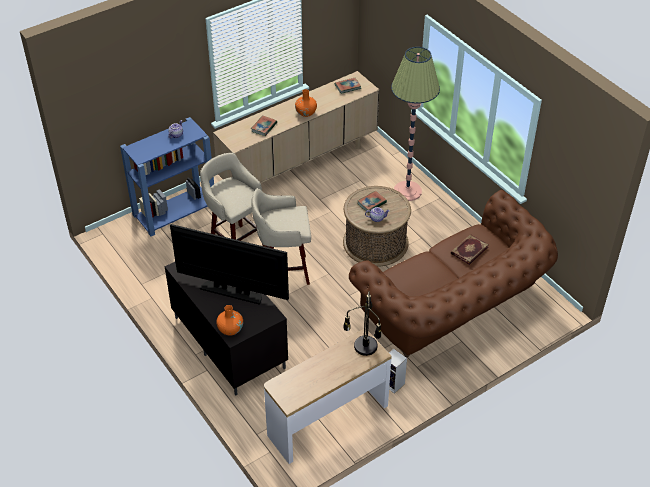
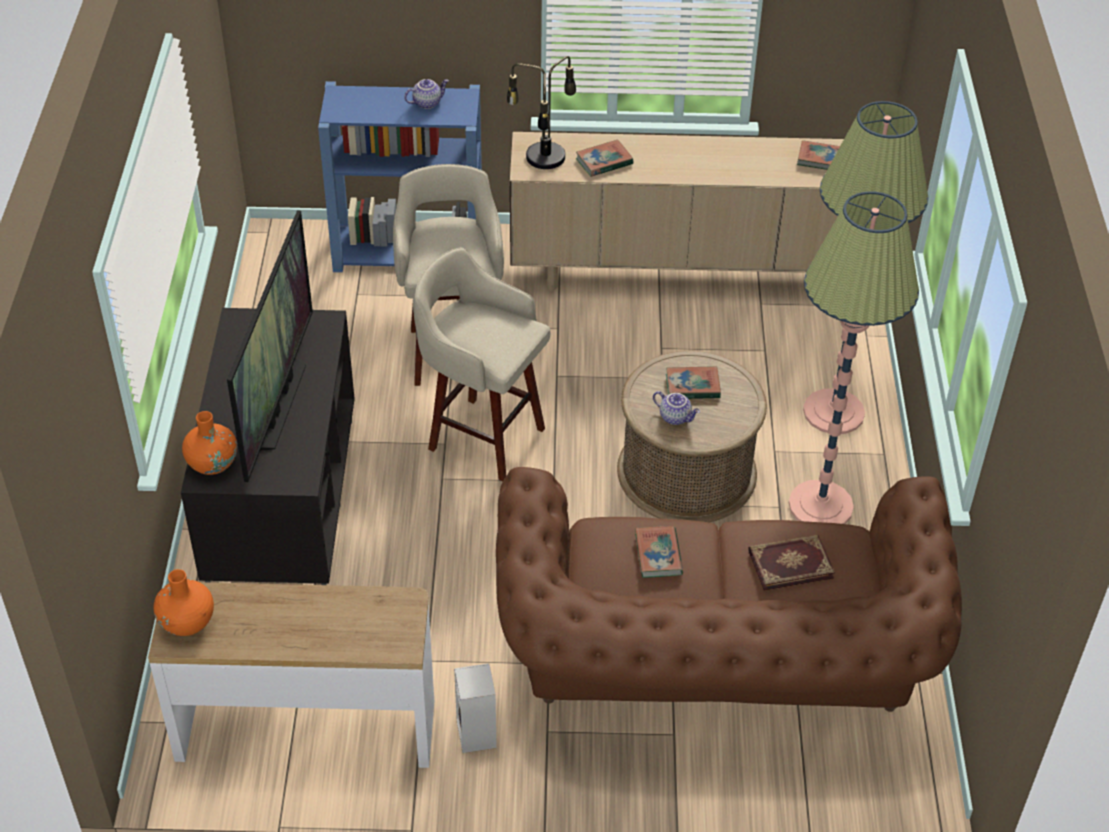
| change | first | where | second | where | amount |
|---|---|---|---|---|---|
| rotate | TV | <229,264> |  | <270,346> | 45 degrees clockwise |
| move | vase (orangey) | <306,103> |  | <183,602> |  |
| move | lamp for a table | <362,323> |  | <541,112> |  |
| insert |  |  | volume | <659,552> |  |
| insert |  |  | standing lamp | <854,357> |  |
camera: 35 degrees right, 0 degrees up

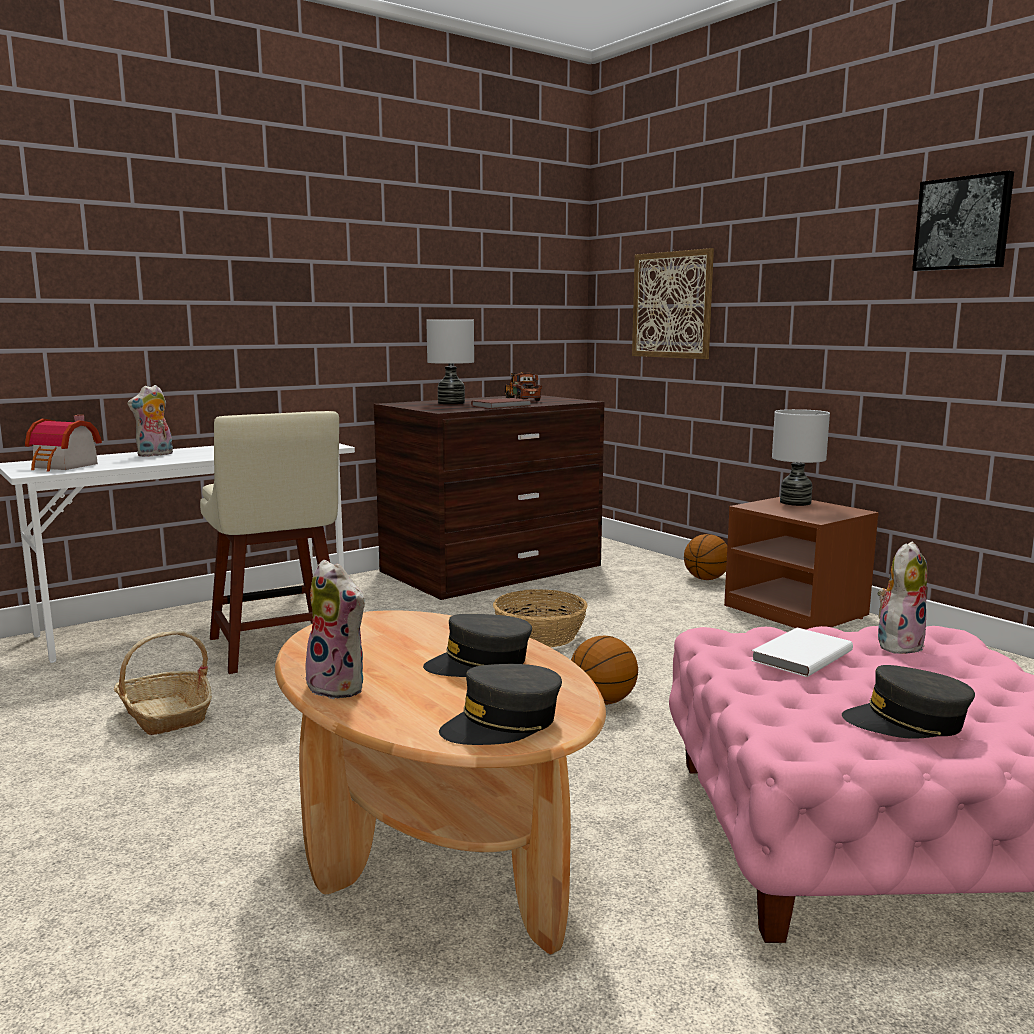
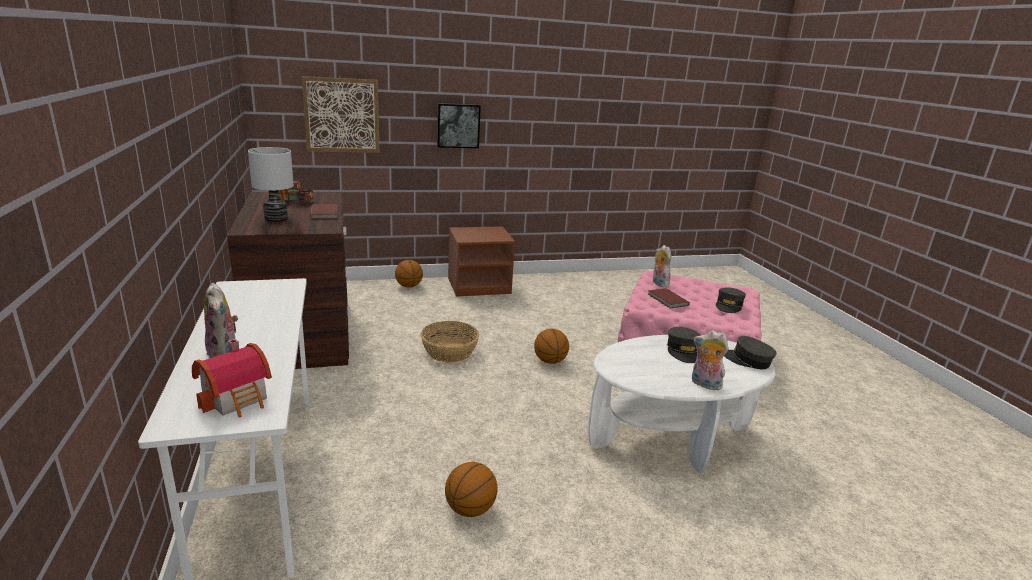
| change | first | where | second | where | amount |
|---|---|---|---|---|---|
| replace | basket | <163,683> | basketball ball | <471,489> |  |
| delete | sitting stool (beige) | <269,542> |  |  |  |
| recolor | coffee table (brown) | <440,782> | coffee table (whitish) | <682,404> |  |
| rotate | cuddly toy | <333,629> |  | <710,360> | 120 degrees counterclockwise |
| rotate | cap (greyish) | <500,704> |  | <750,352> | 135 degrees clockwise |
| recolor | volume (whitish) | <802,652> | volume (brown) | <669,298> |  |
| delete | lamp for a table (greyish) | <801,457> |  |  |  |
| move | picture | <963,221> |  | <459,125> |  |
camera: 70 degrees left, 10 degrees up

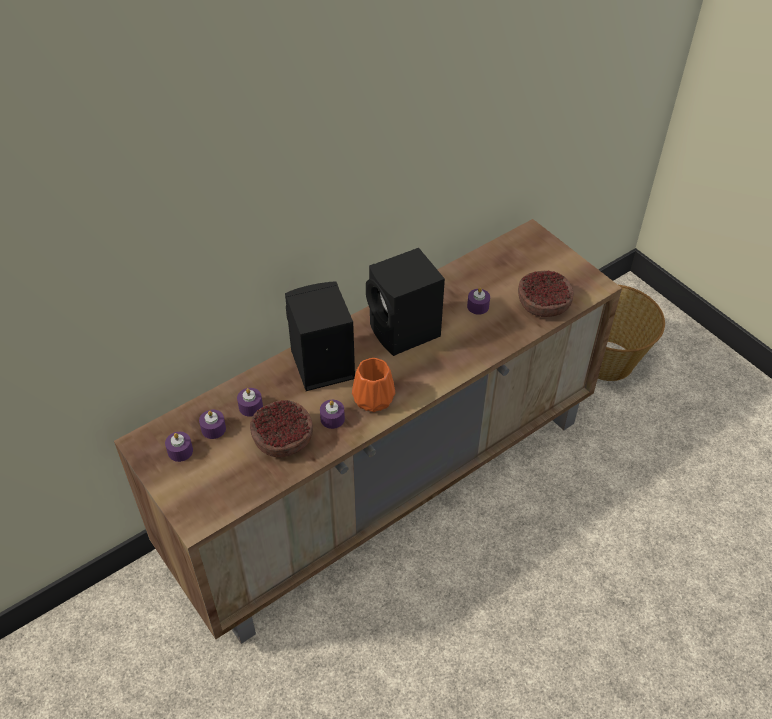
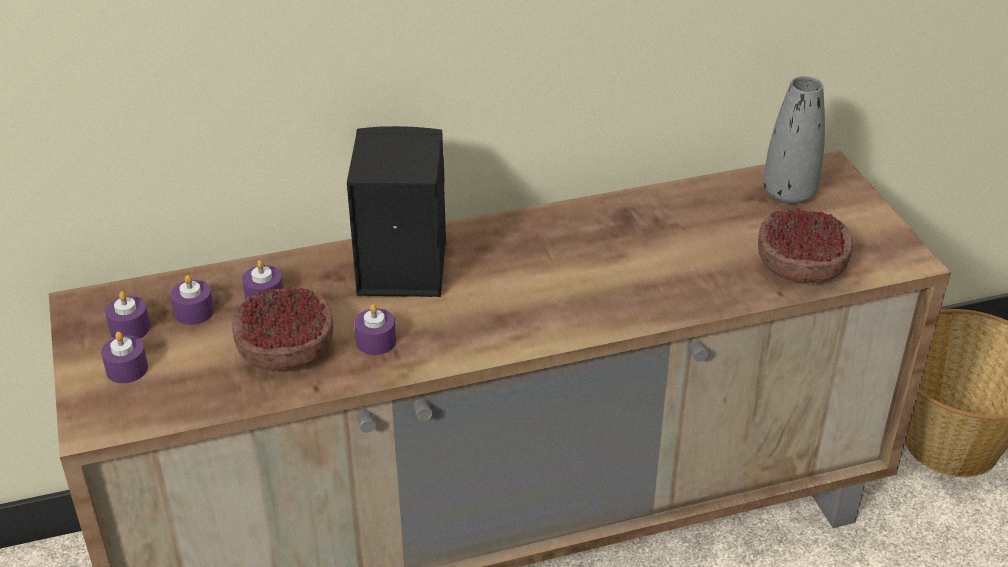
| change | first | where | second | where | amount |
|---|---|---|---|---|---|
| delete | vase (orangey) | <373,385> |  |  |  |
| delete | speaker (blackish) | <405,302> |  |  |  |
| move | wax candle (purple) | <478,301> |  | <124,357> |  |
| insert |  |  | vase (greyish) | <794,140> |  |
camera: 20 degrees right, 10 degrees down

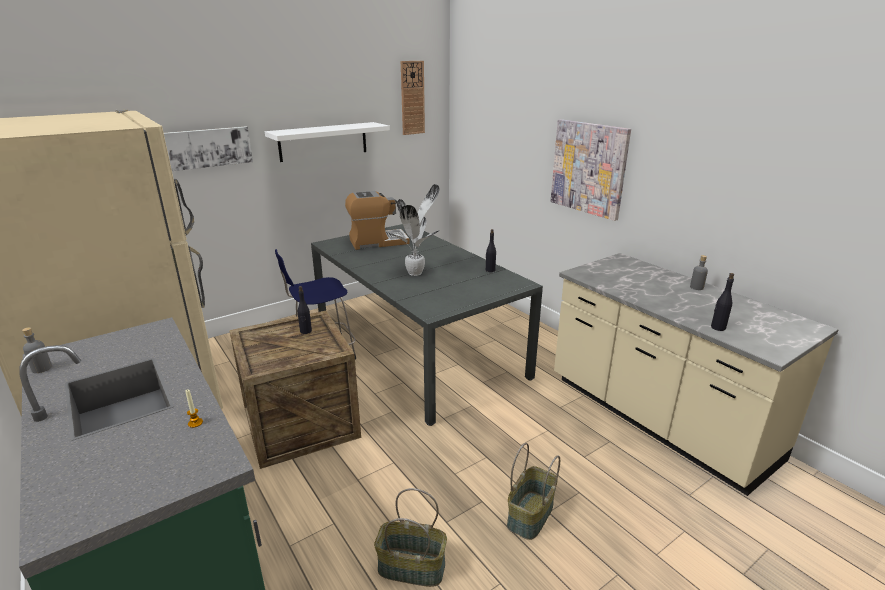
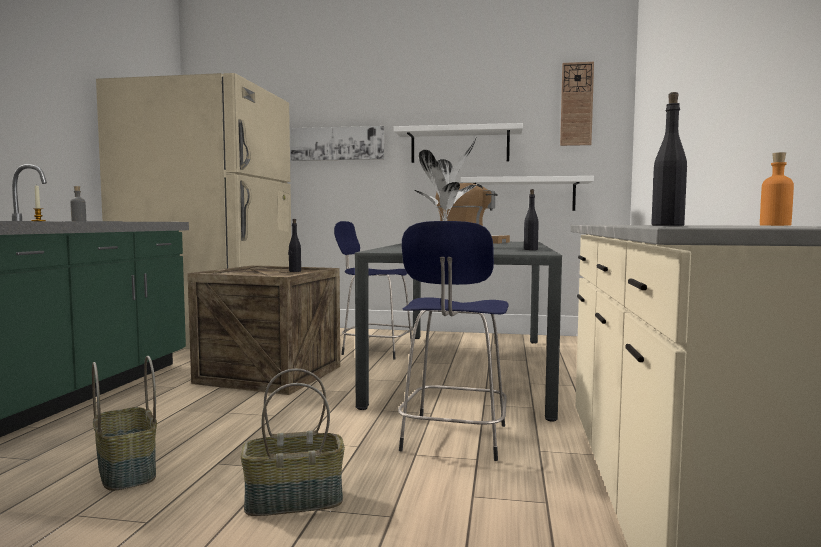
| change | first | where | second | where | amount |
|---|---|---|---|---|---|
| delete | picture | <591,170> |  |  |  |
| recolor | drink bottle (greyish) | <699,272> | drink bottle (orangey) | <777,189> |  |
| insert |  |  | sitting stool (blue-coloured) | <453,341> |  |
| insert |  |  | bracket shelf (whitish) | <527,193> |  |
camera: 45 degrees right, 20 degrees down

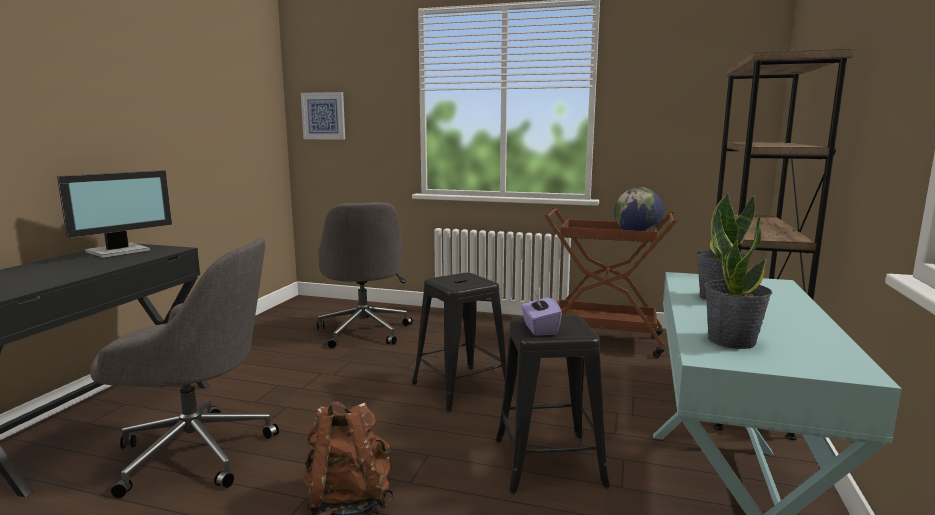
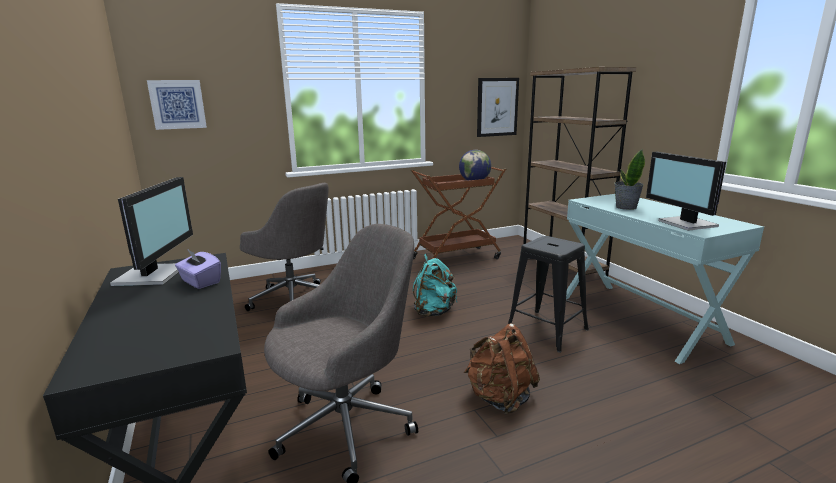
| change | first | where | second | where | amount |
|---|---|---|---|---|---|
| replace | sitting stool (blackish) | <459,343> | backpack (blue-green) | <435,285> |  |
| move | tissue holder (purple) | <541,313> |  | <198,269> |  |
| replace | potted plant | <738,277> | computer screen | <686,191> |  |
| insert |  |  | picture | <498,107> |  |
camera: 40 degrees left, 5 degrees up

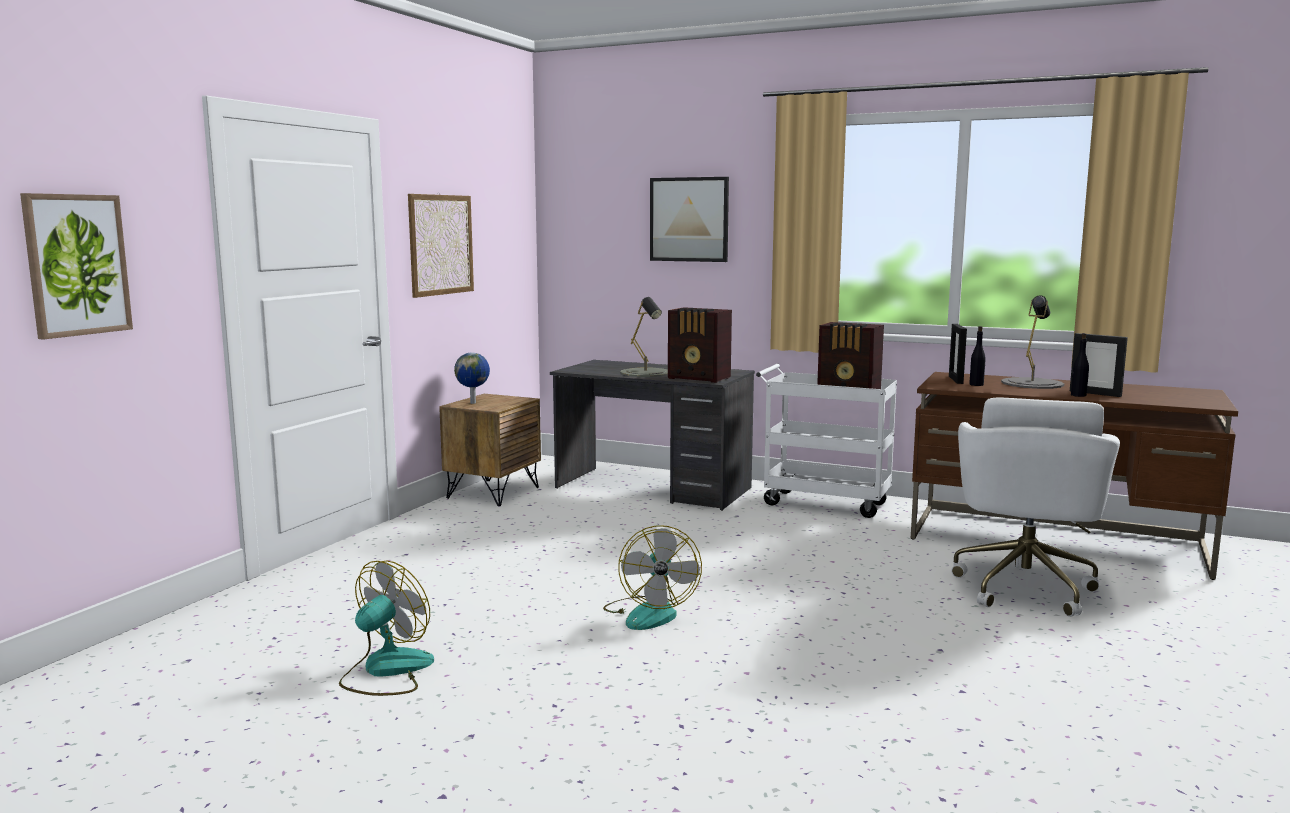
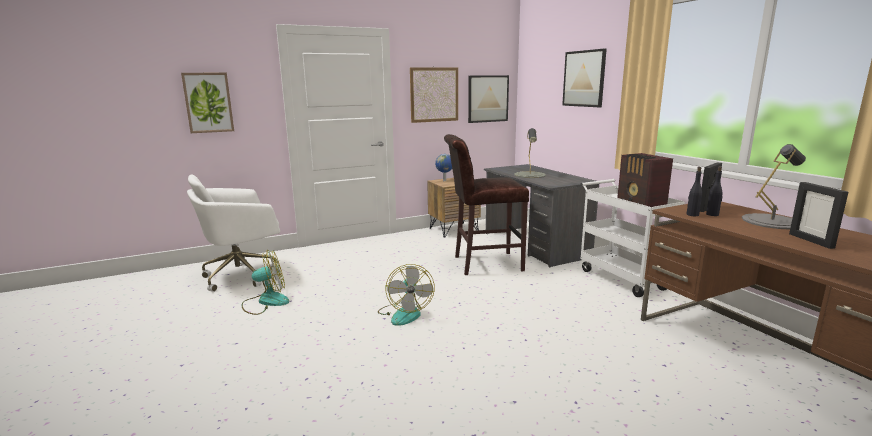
| change | first | where | second | where | amount |
|---|---|---|---|---|---|
| rotate | fan | <652,577> |  | <406,295> | 45 degrees counterclockwise |
| delete | radio set | <700,345> |  |  |  |
| move | desk chair (whitish) | <1035,507> |  | <233,233> |  |
| move | drink bottle (blackish) | <1080,365> |  | <694,191> |  |
| insert |  |  | sitting stool (brown) | <486,204> |  |
| insert |  |  | picture | <488,99> |  |
camera: 40 degrees right, 5 degrees up

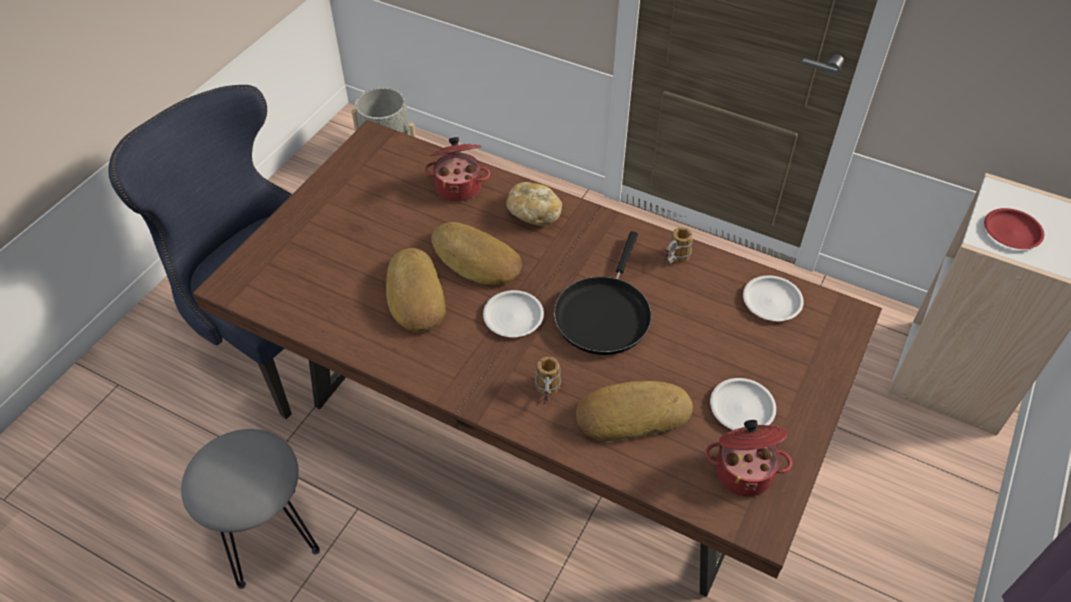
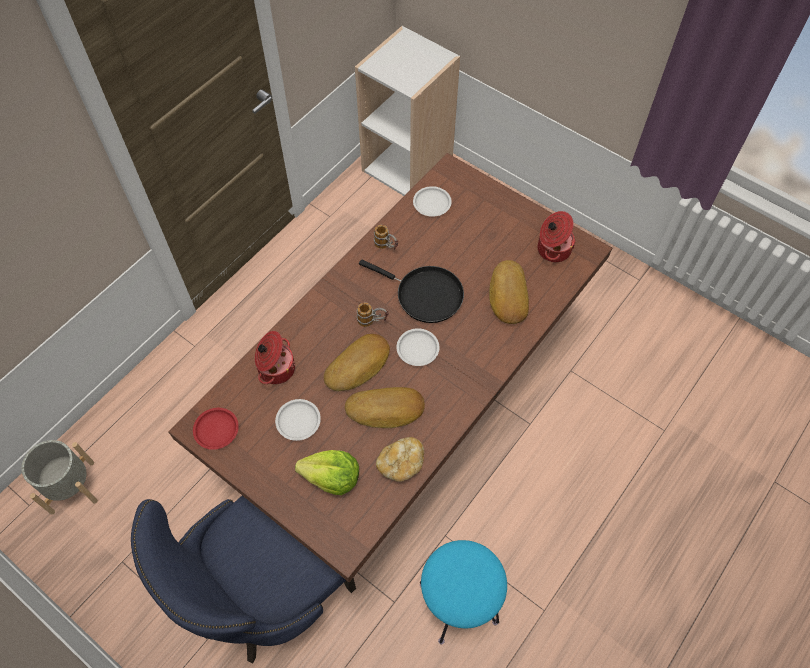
| change | first | where | second | where | amount |
|---|---|---|---|---|---|
| recolor | sitting stool (greyish) | <250,509> | sitting stool (blue-green) | <463,592> |  |
| move | bread | <534,204> |  | <400,459> |  |
| move | mug | <548,381> |  | <373,314> |  |
| move | plate (whitish) | <743,404> |  | <298,420> |  |
| move | plate (red) | <1014,228> |  | <216,429> |  |
| insert |  |  | lettuce | <327,472> |  |
camera: 80 degrees left, 10 degrees up

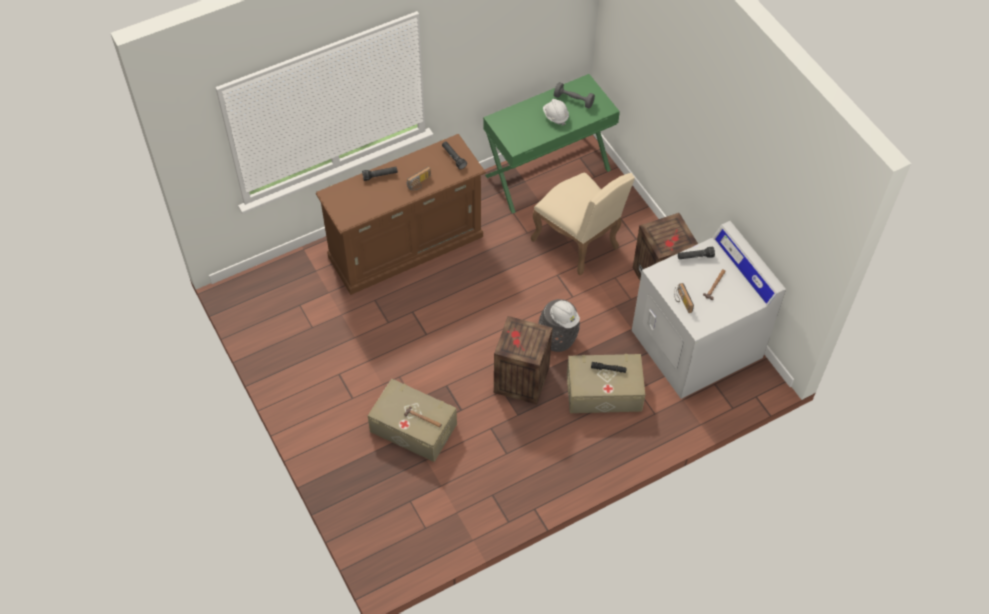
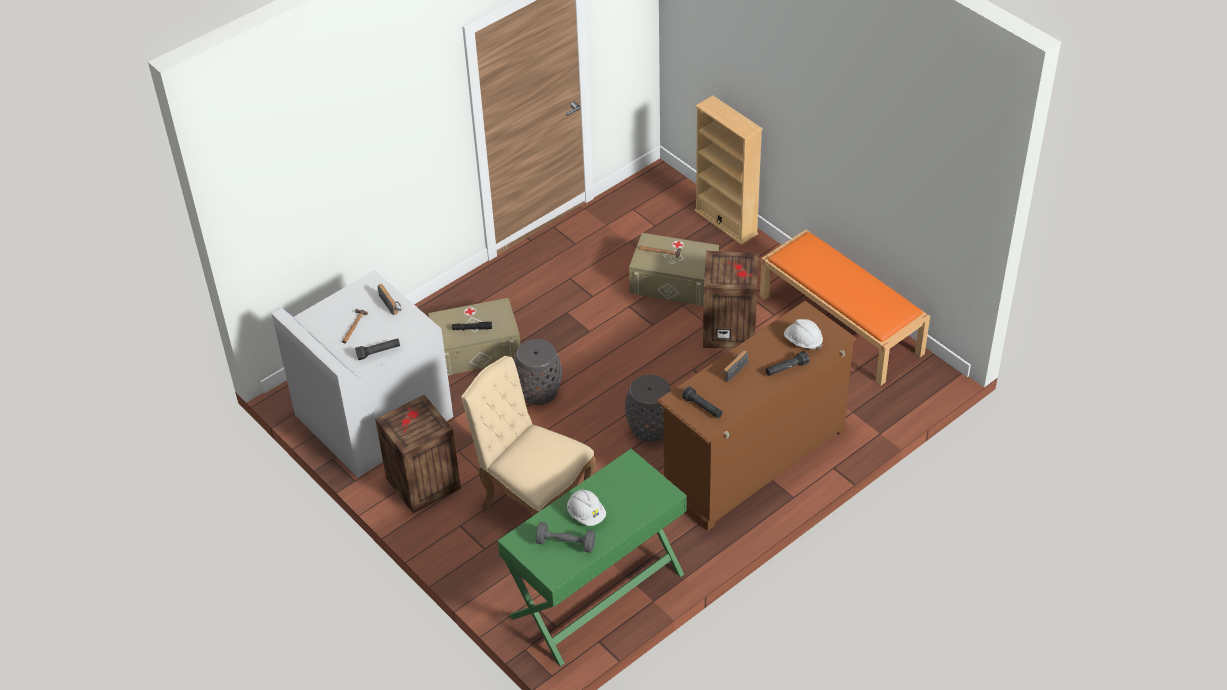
| change | first | where | second | where | amount |
|---|---|---|---|---|---|
| move | packing crate | <523,360> |  | <731,300> |  |
| move | work helmet (whitish) | <565,314> |  | <803,334> |  |
| insert |  |  | sitting stool (greyish) | <648,408> |  |
| insert |  |  | bookcase (beige) | <728,170> |  |
| insert |  |  | bench (orangey) | <845,308> |  |
camera: 170 degrees right, 10 degrees down

